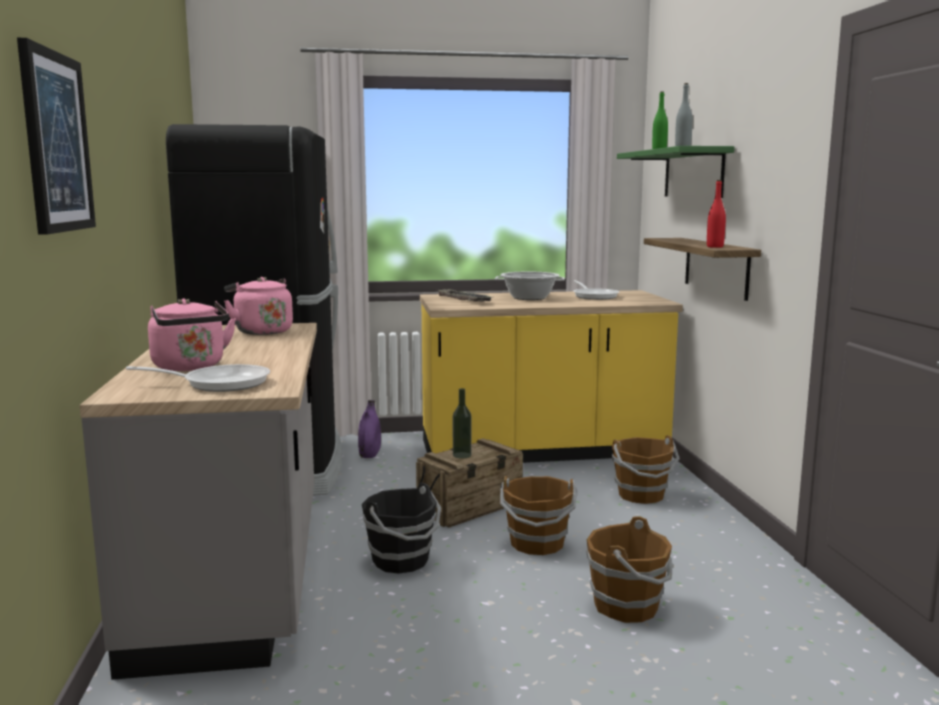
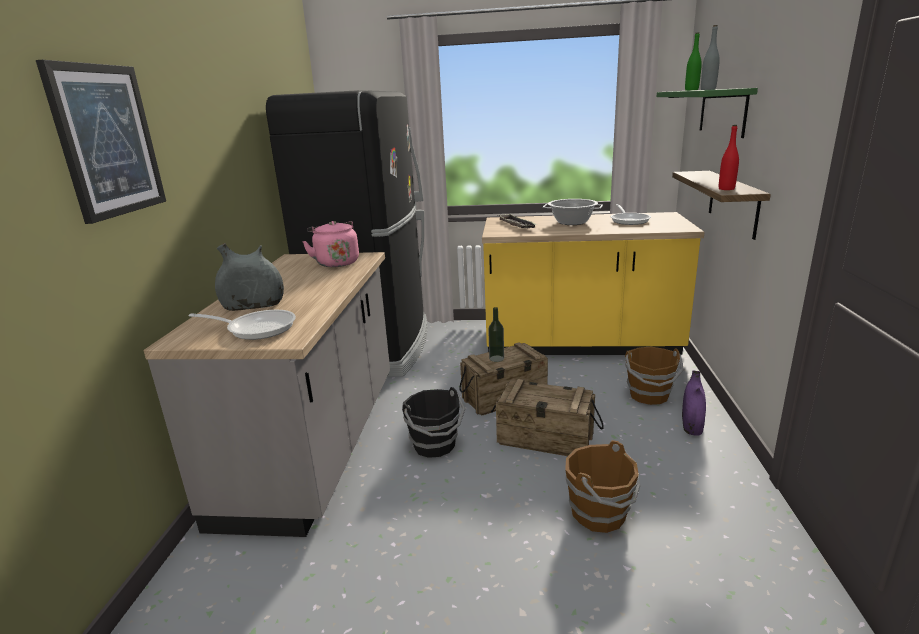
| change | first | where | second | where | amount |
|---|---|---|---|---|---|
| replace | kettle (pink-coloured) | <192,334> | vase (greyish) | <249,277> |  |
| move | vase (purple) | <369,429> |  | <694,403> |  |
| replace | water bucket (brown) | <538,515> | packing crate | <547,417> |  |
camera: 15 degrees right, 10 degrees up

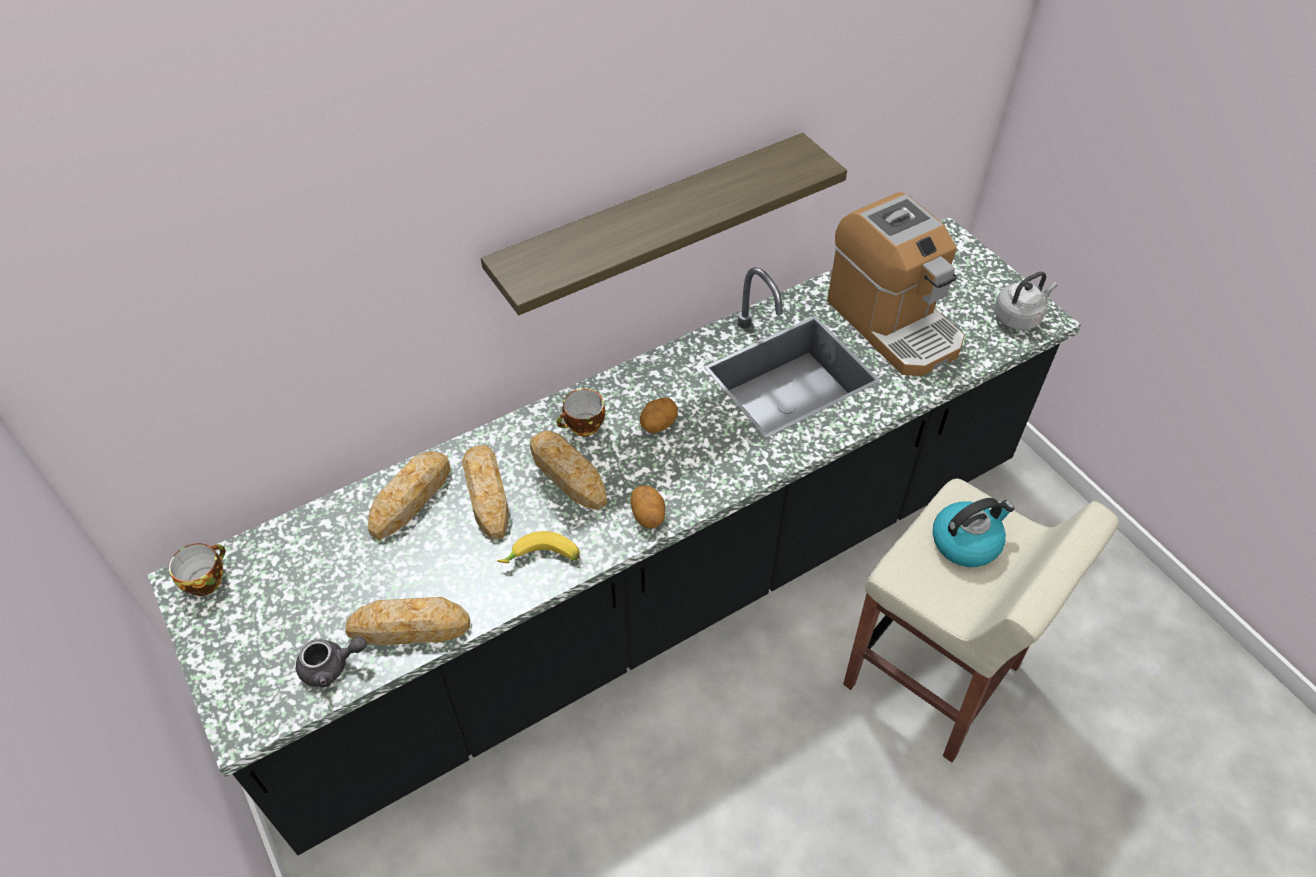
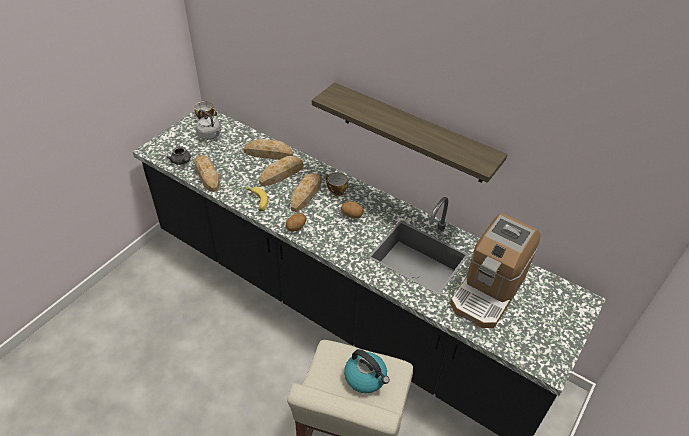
| change | first | where | second | where | amount |
|---|---|---|---|---|---|
| move | kettle (greyish) | <1026,300> |  | <208,124> |  |
camera: 65 degrees right, 5 degrees down

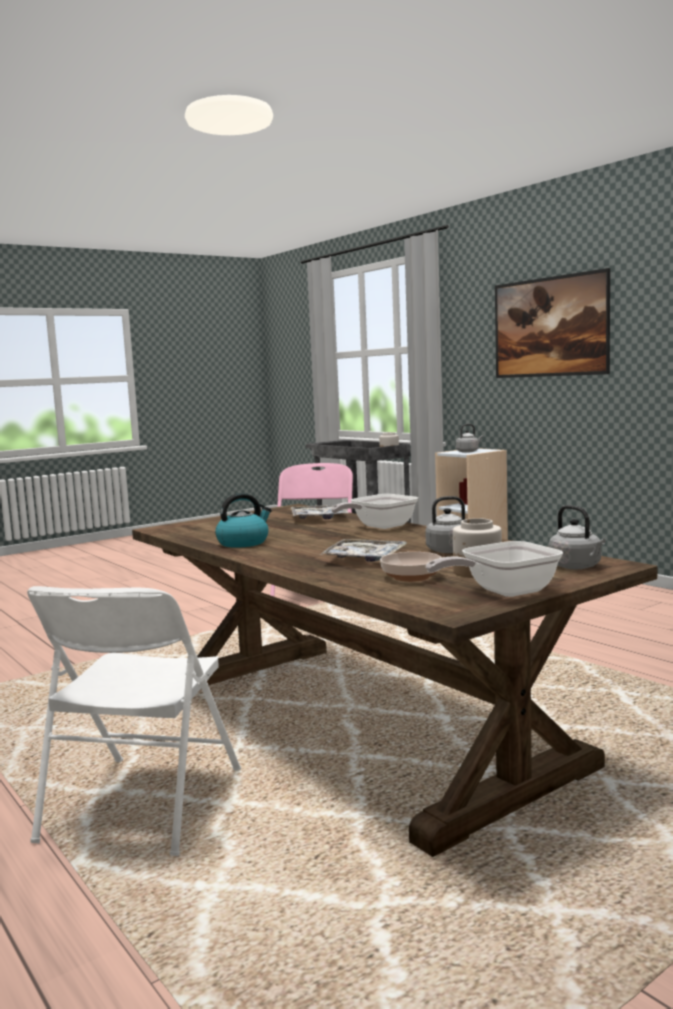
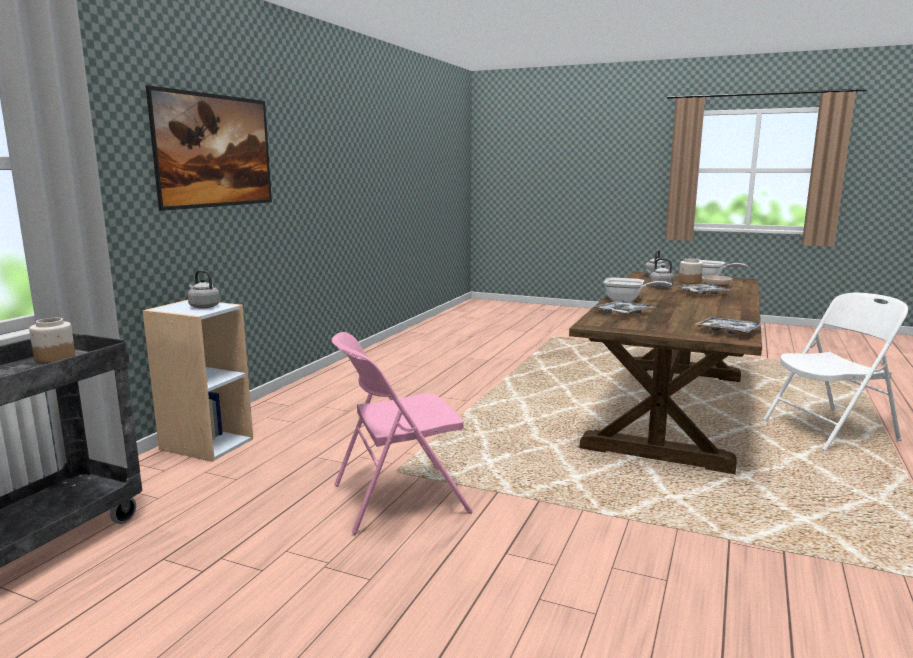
| change | first | where | second | where | amount |
|---|---|---|---|---|---|
| delete | kettle | <243,520> |  |  |  |
| insert |  |  | carrying tray | <729,325> |  |
camera: 120 degrees left, 5 degrees up

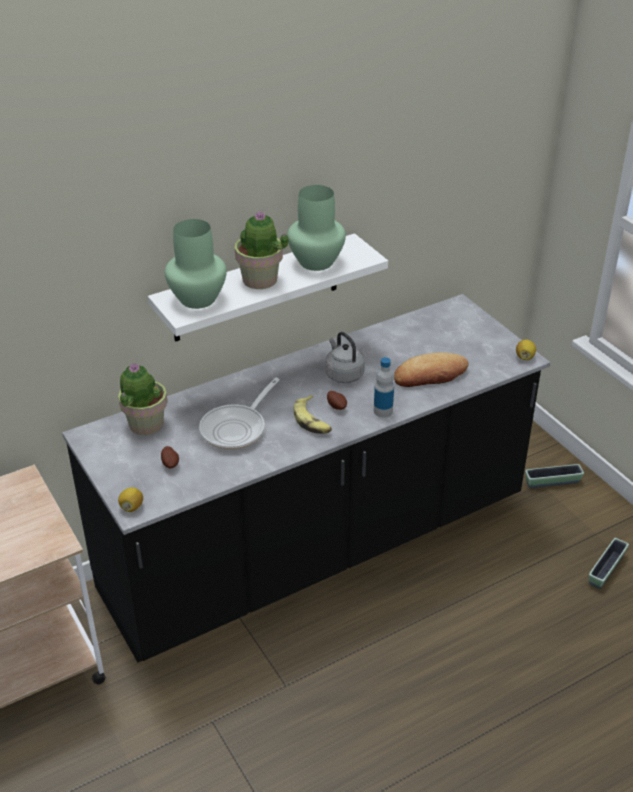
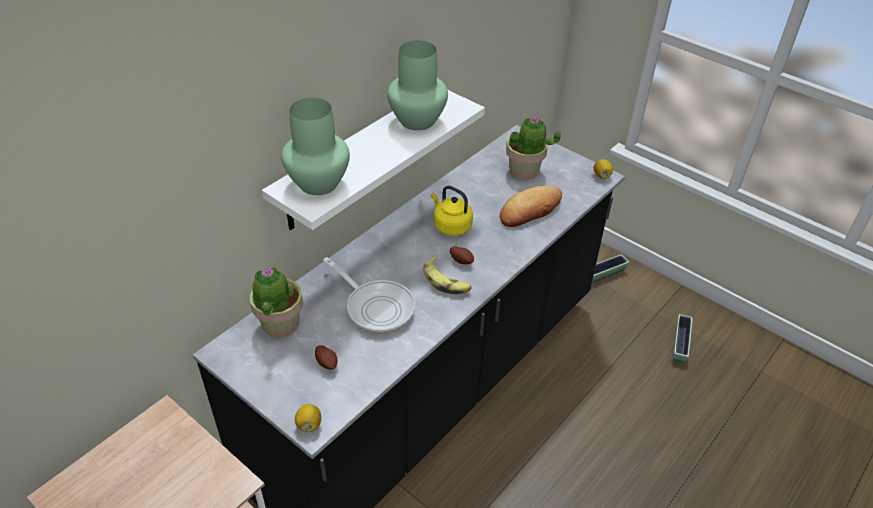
| change | first | where | second | where | amount |
|---|---|---|---|---|---|
| rotate | frying pan | <239,414> |  | <369,295> | 60 degrees counterclockwise |
| move | potted plant | <262,249> |  | <533,147> |  |
| recolor | kettle (greyish) | <345,357> | kettle (yellow-coloured) | <452,211> |  |
| delete | drink bottle | <384,387> |  |  |  |
camera: 20 degrees left, 5 degrees up

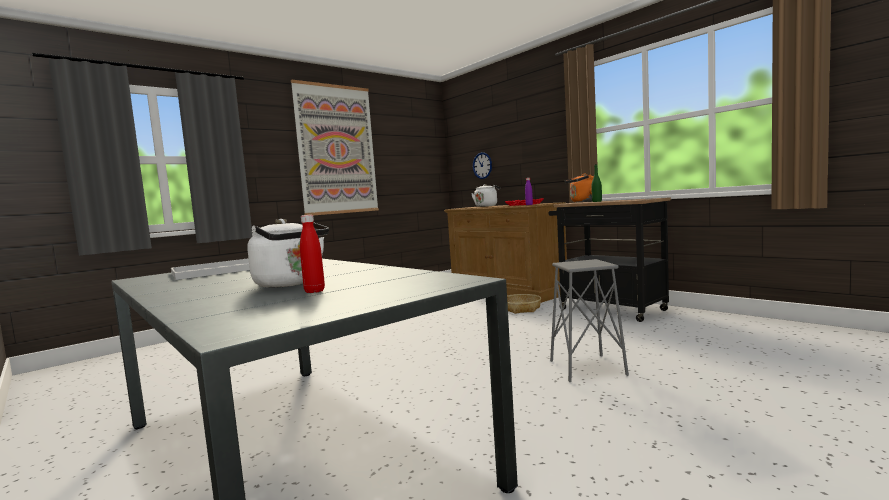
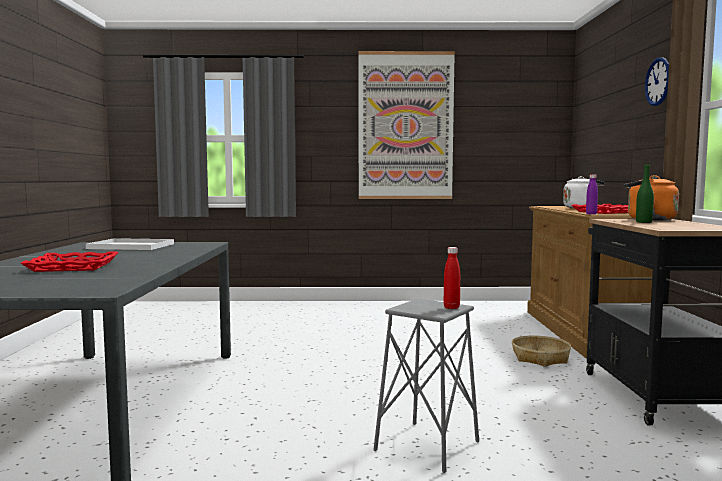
| change | first | where | second | where | amount |
|---|---|---|---|---|---|
| replace | kettle (whitish) | <288,253> | carrying tray (red) | <69,261> |  |
| move | drink bottle (red) | <312,254> |  | <452,278> |  |
| move | wall clock | <482,165> |  | <657,81> |  |
camera: 40 degrees right, 0 degrees up

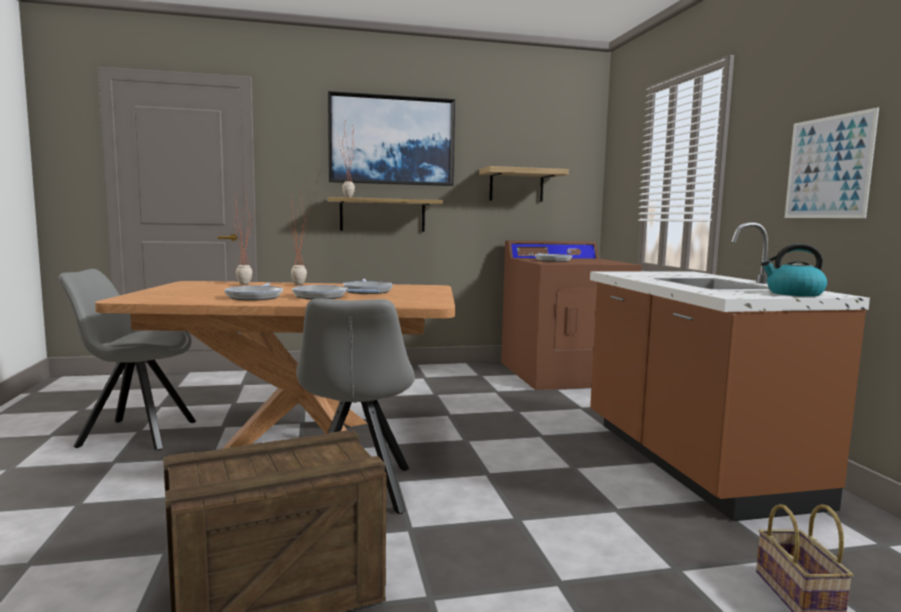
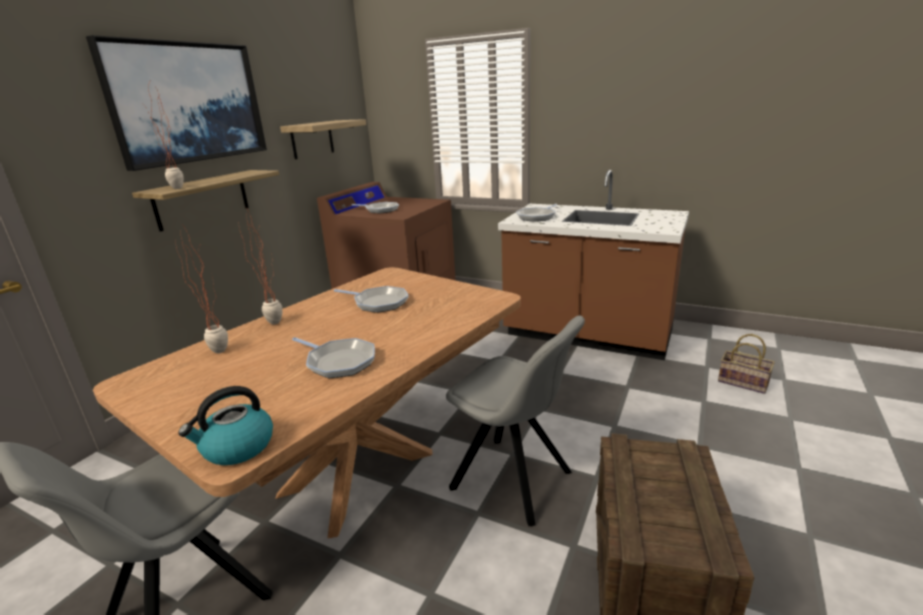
| change | first | where | second | where | amount |
|---|---|---|---|---|---|
| move | frying pan | <336,292> |  | <536,213> |  |
| move | kettle | <794,270> |  | <225,425> |  |
| delete | picture | <832,162> |  |  |  |
camera: 50 degrees left, 15 degrees up

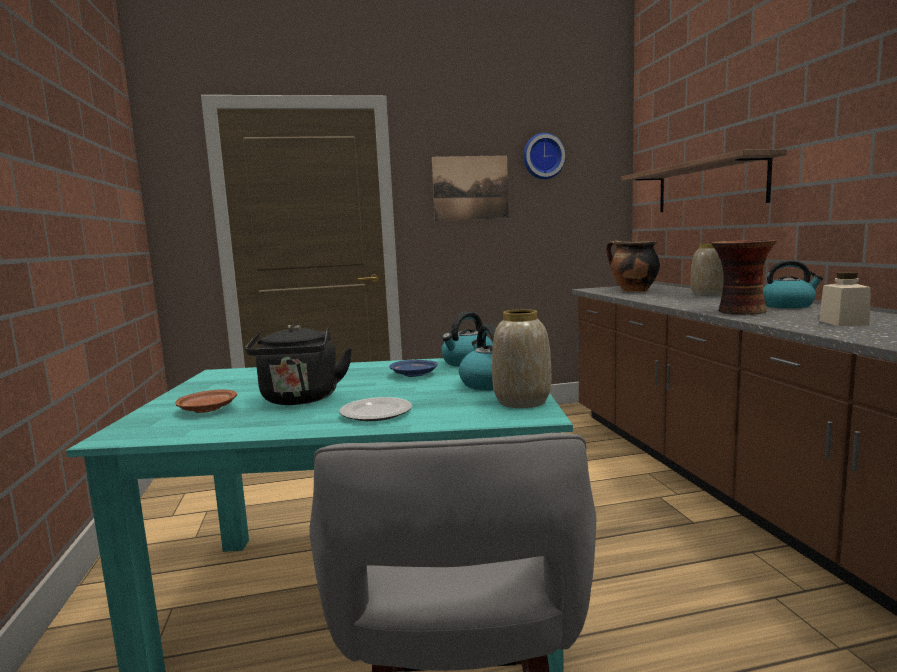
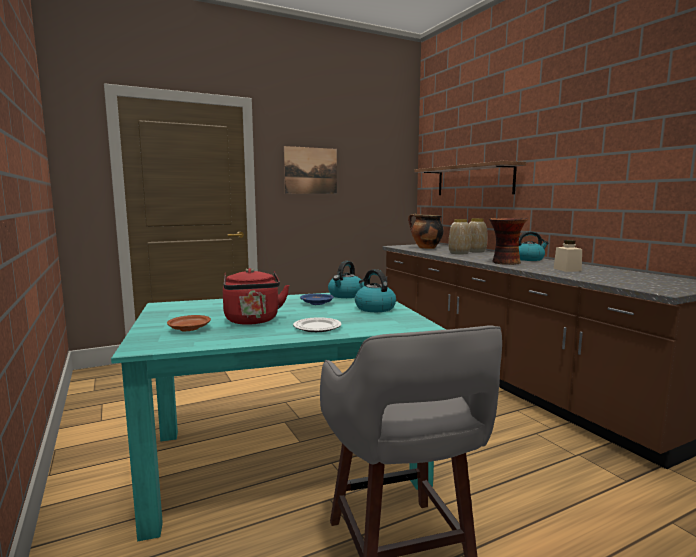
| change | first | where | second | where | amount |
|---|---|---|---|---|---|
| recolor | kettle (blackish) | <298,364> | kettle (red) | <256,296> |  |
| move | vase | <521,358> |  | <460,236> |  |
| delete | wall clock | <544,156> |  |  |  |
camera: 15 degrees left, 0 degrees up

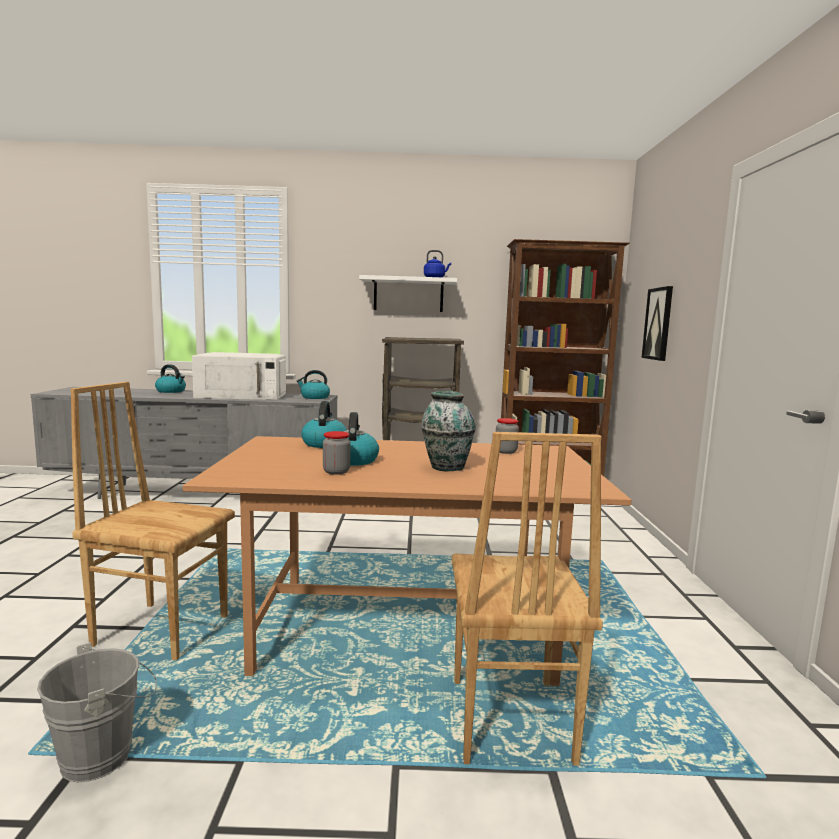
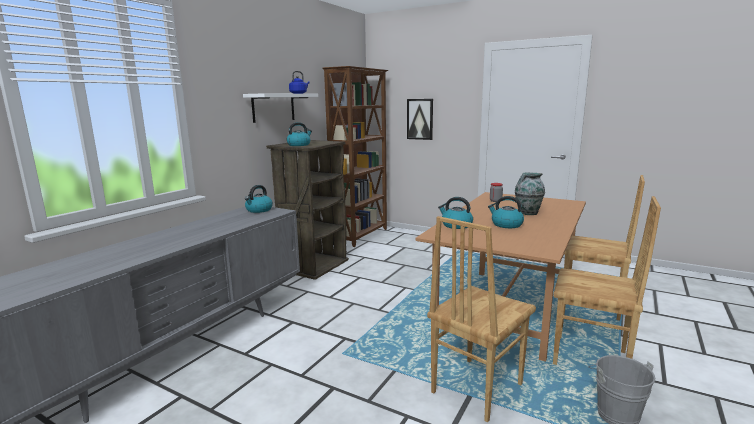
| change | first | where | second | where | amount |
|---|---|---|---|---|---|
| move | kettle | <170,378> |  | <299,134> |  |
| delete | kitchen microwave (whitish) | <239,376> |  |  |  |
| delete | storage jar | <337,453> |  |  |  |
| insert |  |  | upright chair (brown) | <607,280> |  |
camera: 60 degrees left, 5 degrees up

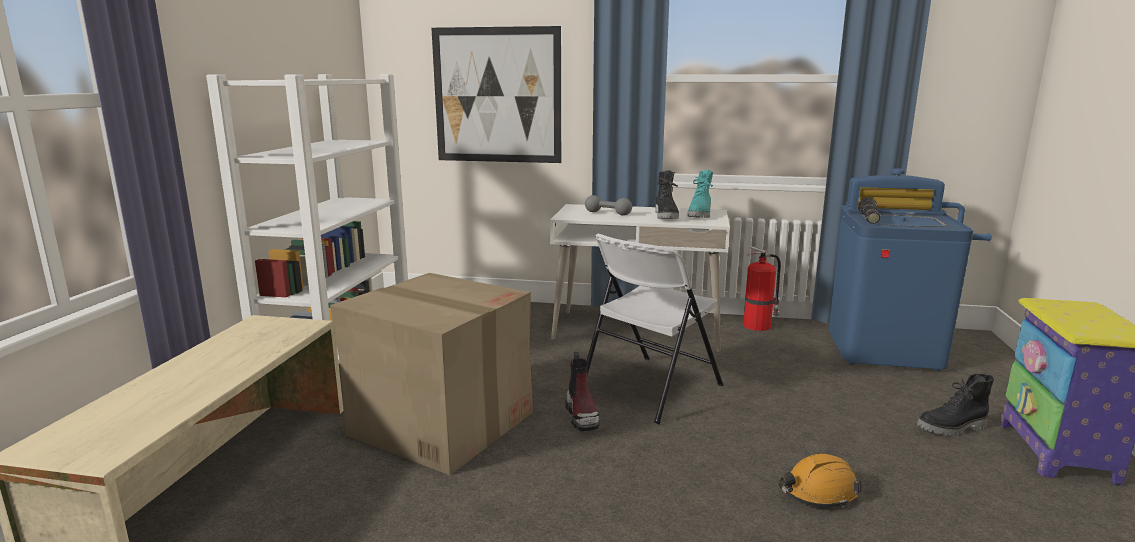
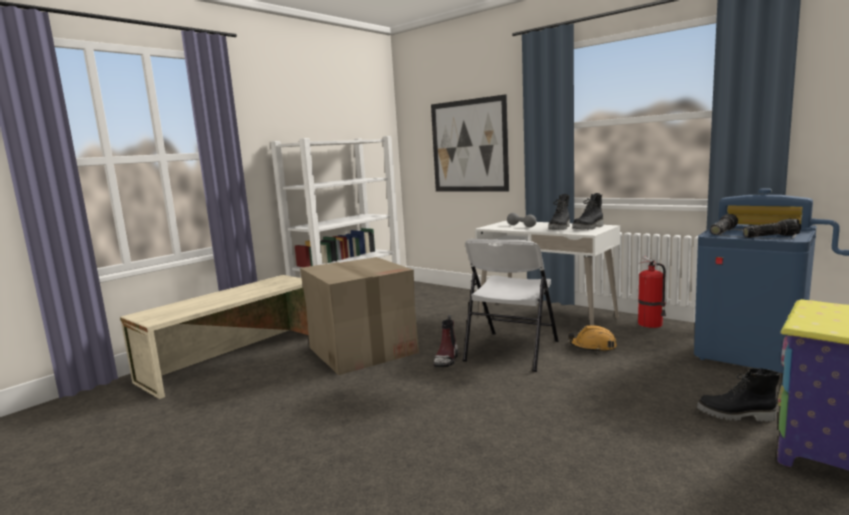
| change | first | where | second | where | amount |
|---|---|---|---|---|---|
| rotate | upright chair (whitish) | <655,329> |  | <511,305> | 45 degrees counterclockwise |
| recolor | boot (blue-green) | <700,194> | boot (blackish) | <587,211> |  |
| move | work helmet (orangey) | <820,481> |  | <592,339> |  |
| insert |  |  | torch | <772,228> |  |
camera: 30 degrees right, 5 degrees down

